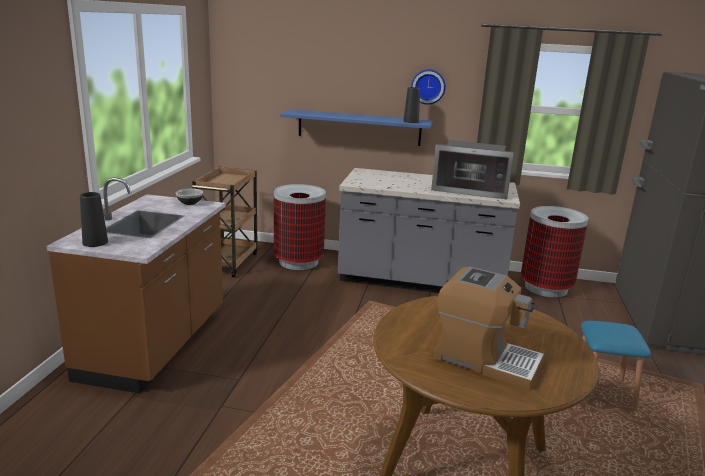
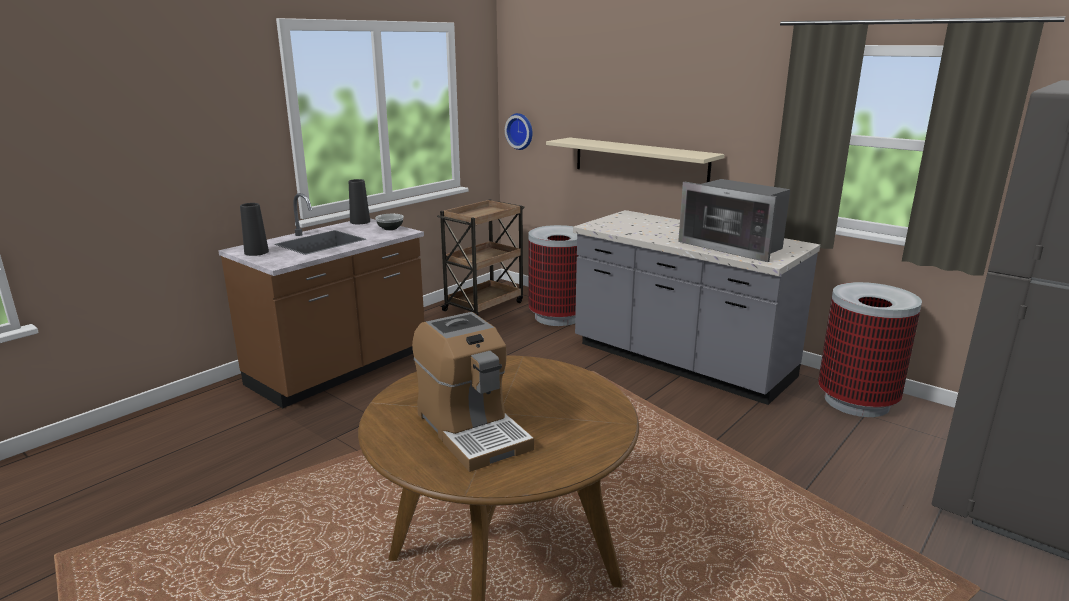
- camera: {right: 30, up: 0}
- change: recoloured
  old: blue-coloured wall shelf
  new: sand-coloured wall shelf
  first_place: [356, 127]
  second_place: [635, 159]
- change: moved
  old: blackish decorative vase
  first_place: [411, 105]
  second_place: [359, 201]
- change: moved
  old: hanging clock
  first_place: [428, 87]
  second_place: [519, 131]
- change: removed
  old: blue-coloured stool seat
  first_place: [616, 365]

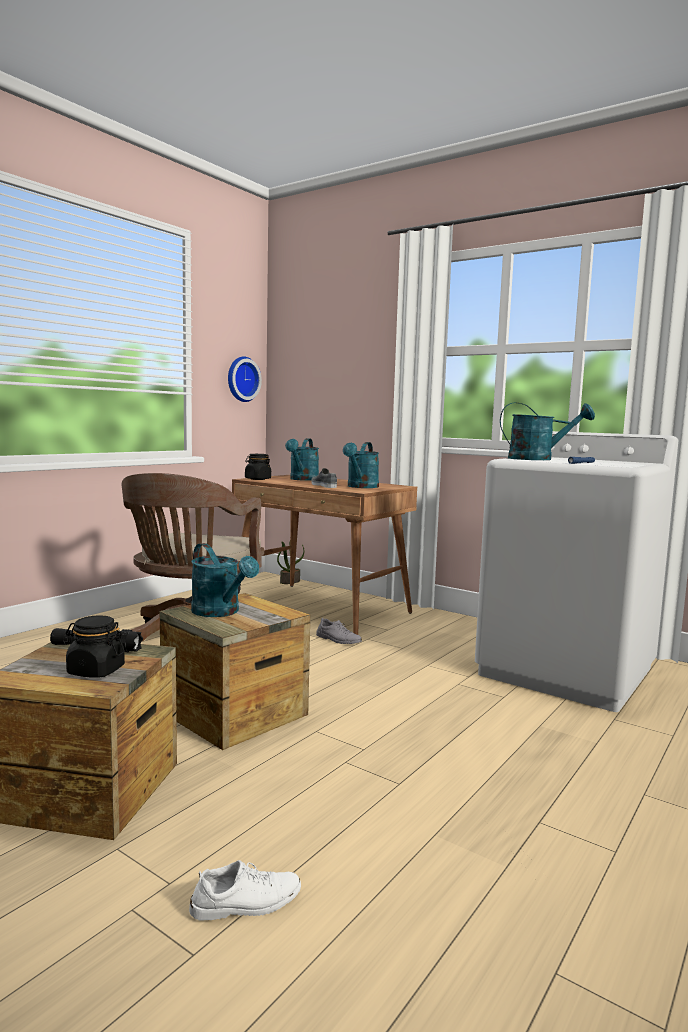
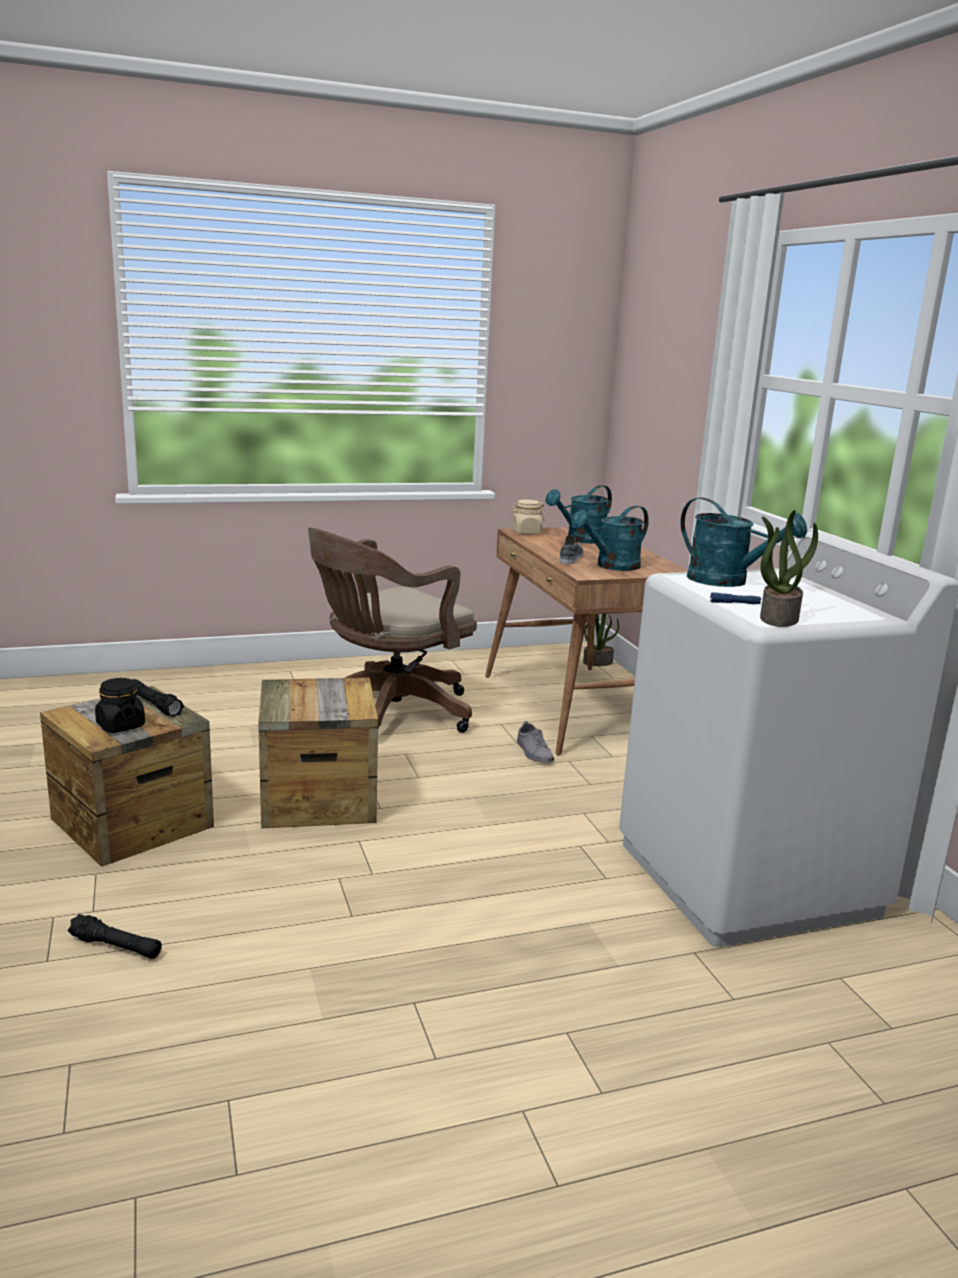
- camera: {right: 35, up: 10}
- change: replaced
  old: whitish shoe
  new: blackish hand torch
  first_place: [245, 890]
  second_place: [115, 936]
- change: removed
  old: turquoise-coloured sprinkling can
  first_place: [225, 580]
- change: removed
  old: hanging clock
  first_place: [245, 379]
- change: recoloured
  old: blackish jar
  new: sand-coloured jar
  first_place: [258, 467]
  second_place: [527, 517]
- change: added
  new: houseplant
  second_place: [789, 568]

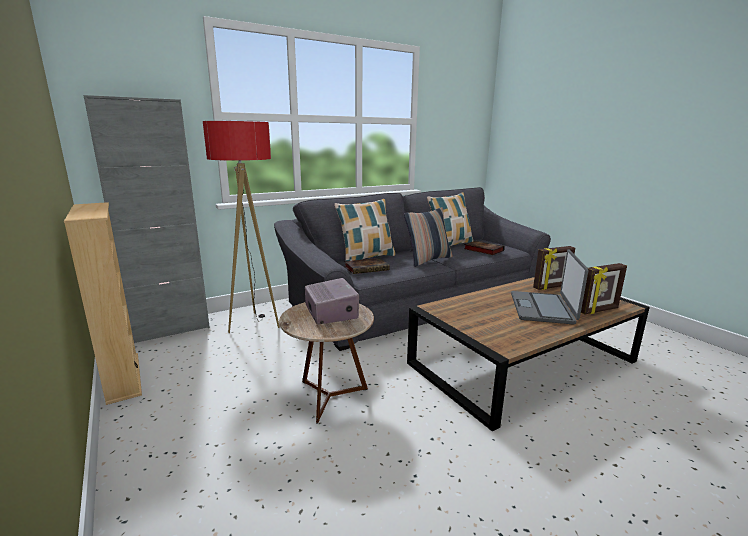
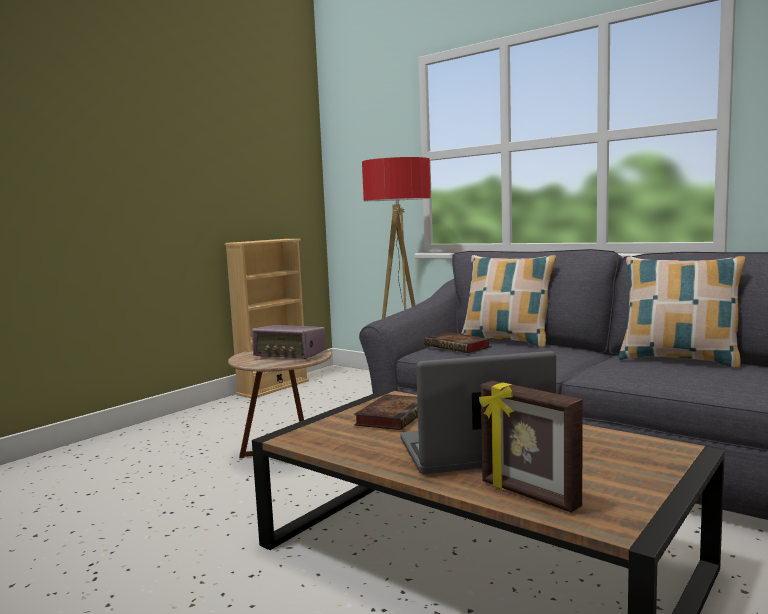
- camera: {right: 70, up: -10}
- change: removed
  old: gray storage cabinet
  first_place: [146, 219]
- change: turned
  old: radio receiver
  first_place: [332, 301]
  second_place: [289, 342]
  degrees: 60
- change: removed
  old: cushion
  first_place: [428, 237]
- change: moved
  old: volume
  first_place: [484, 248]
  second_place: [386, 412]
- change: removed
  old: picture frame
  first_place: [554, 268]

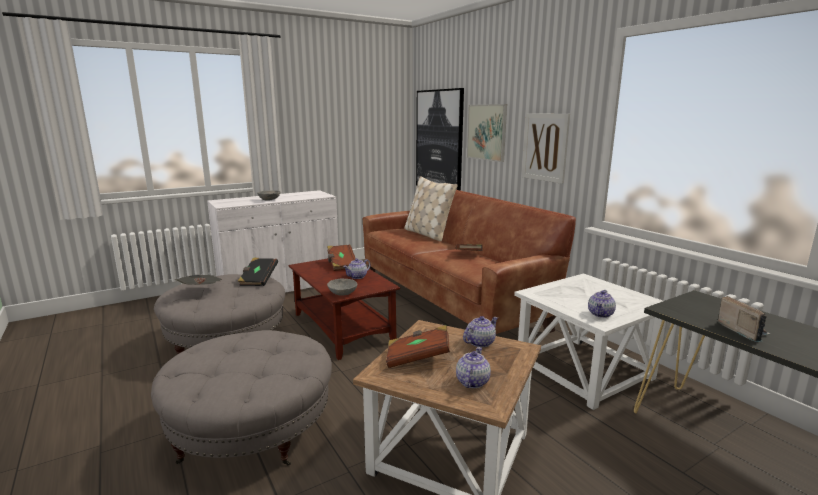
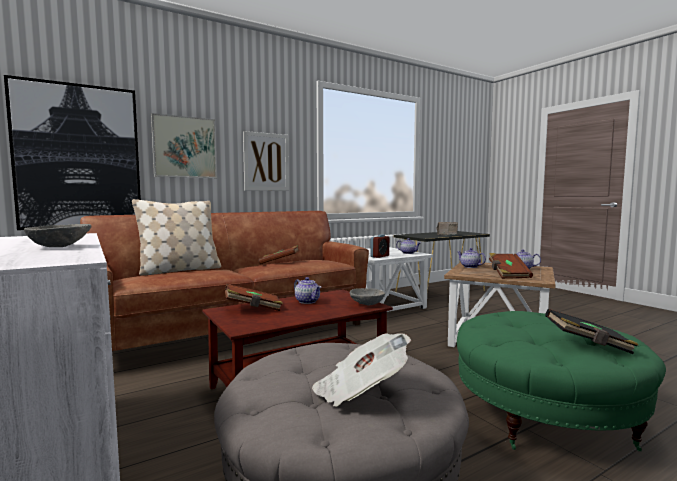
- camera: {right: -90, up: -10}
- change: recoloured
  old: gray pouffe
  new: green-coloured pouffe
  first_place: [241, 398]
  second_place: [561, 381]
- change: moved
  old: blackish volume
  first_place: [258, 271]
  second_place: [591, 331]
- change: added
  new: alarm clock
  second_place: [379, 246]

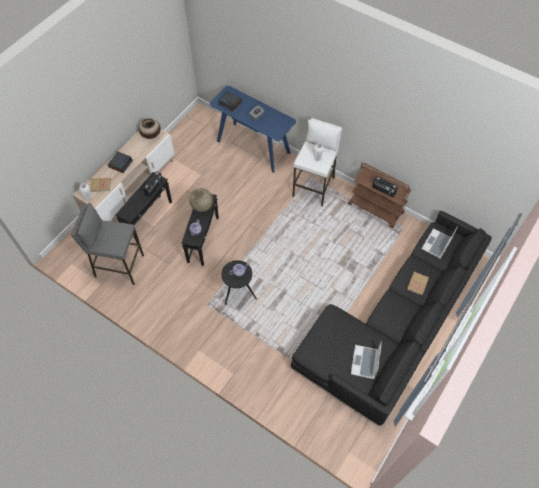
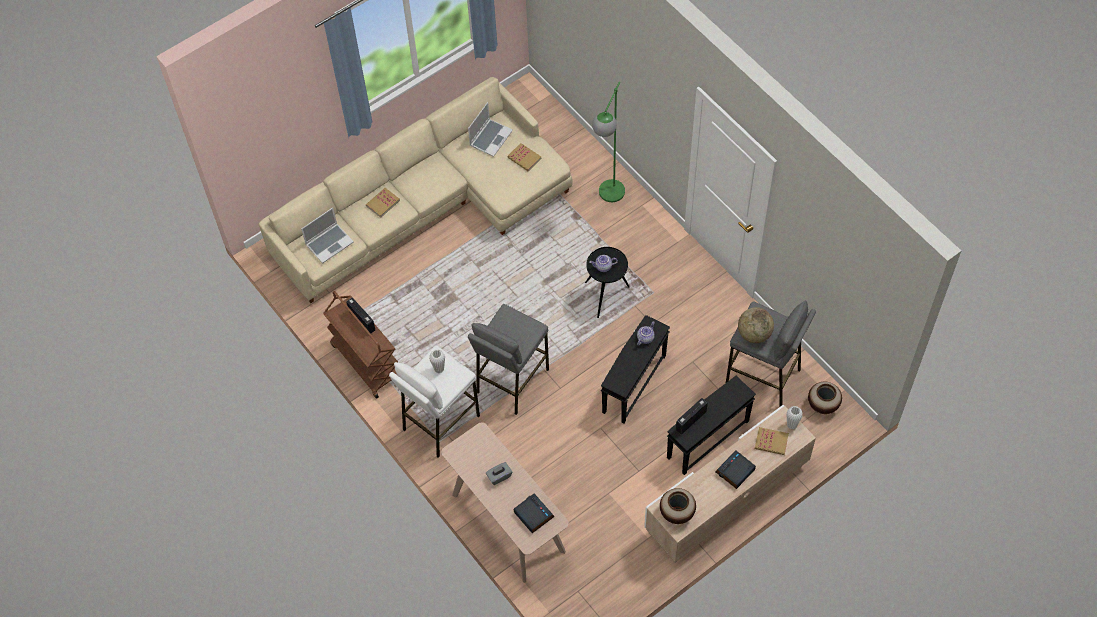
- camera: {right: -160, up: 0}
- change: moved
  old: desk globe
  first_place: [201, 200]
  second_place: [756, 325]
- change: recoloured
  old: blue-coloured hall table
  new: sand-coloured hall table
  first_place: [253, 129]
  second_place: [505, 502]
- change: recoloured
  old: blackish couch
  new: sand-coloured couch
  first_place: [391, 318]
  second_place: [416, 190]
- change: added
  new: gray stool seat
  second_place: [508, 359]
- change: added
  new: volume
  second_place: [524, 157]
- change: added
  new: green-coloured standard lamp
  second_place: [608, 142]
- change: added
  new: decorative vase
  second_place: [825, 398]

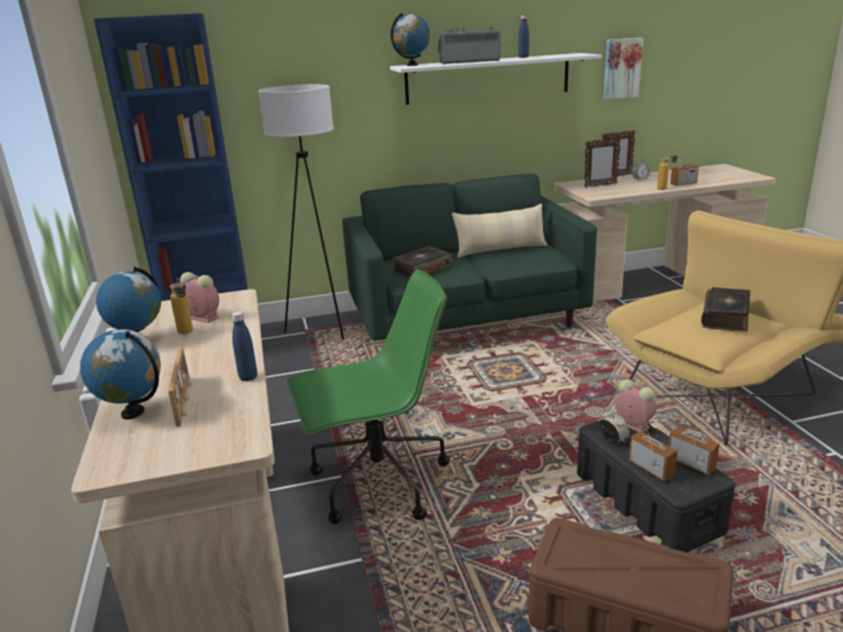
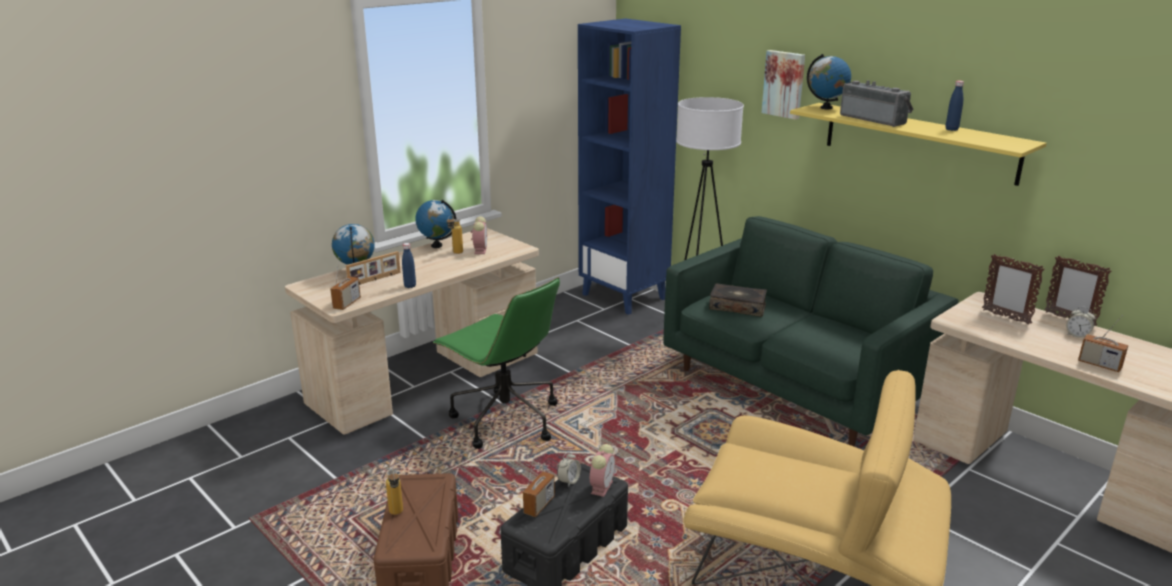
- camera: {right: 60, up: 0}
- change: recoloured
  old: whitish wall shelf
  new: yellow-coloured wall shelf
  first_place: [496, 79]
  second_place: [918, 144]
- change: removed
  old: sand-coloured cushion
  first_place: [499, 231]
- change: moved
  old: wall picture
  first_place: [623, 68]
  second_place: [783, 85]
- change: moved
  old: beverage bottle
  first_place: [668, 170]
  second_place: [394, 492]
- change: moved
  old: radio receiver
  first_place: [694, 442]
  second_place: [345, 285]
- change: removed
  old: volume
  first_place: [726, 309]

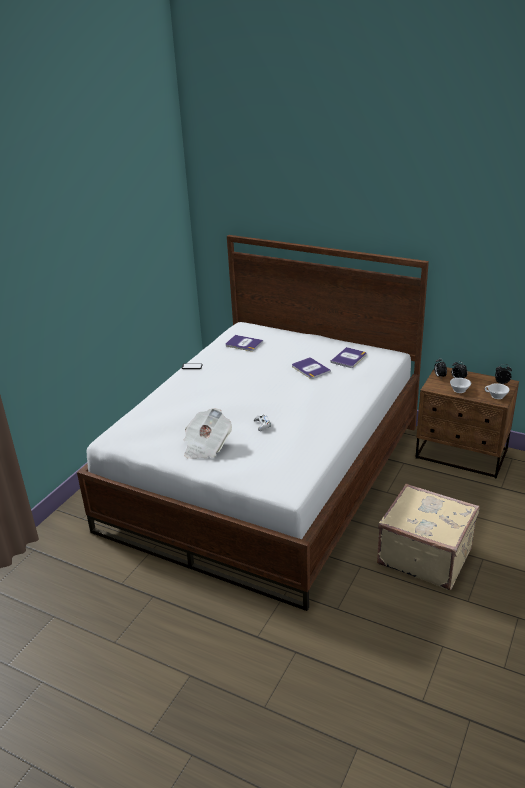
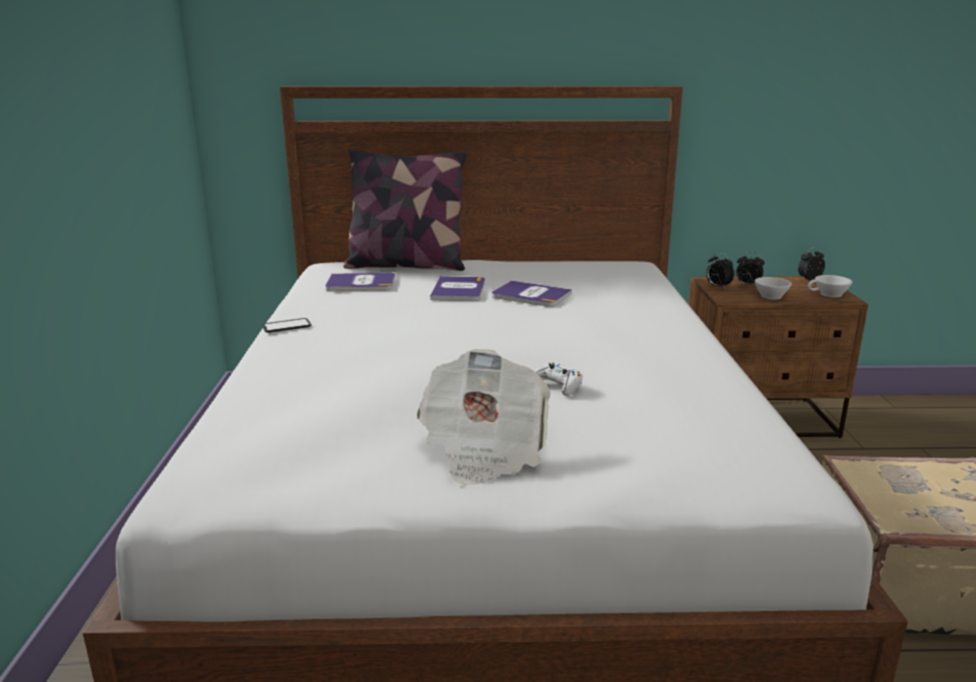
- camera: {right: -30, up: -10}
- change: moved
  old: volume
  first_place: [348, 357]
  second_place: [457, 288]
- change: added
  new: cushion
  second_place: [405, 209]

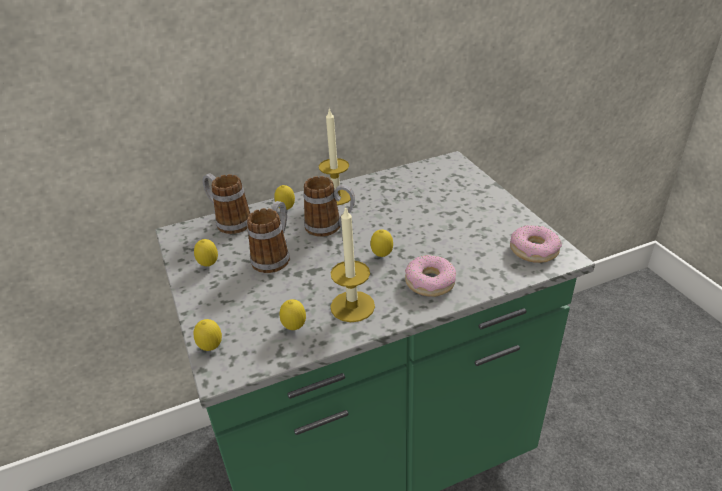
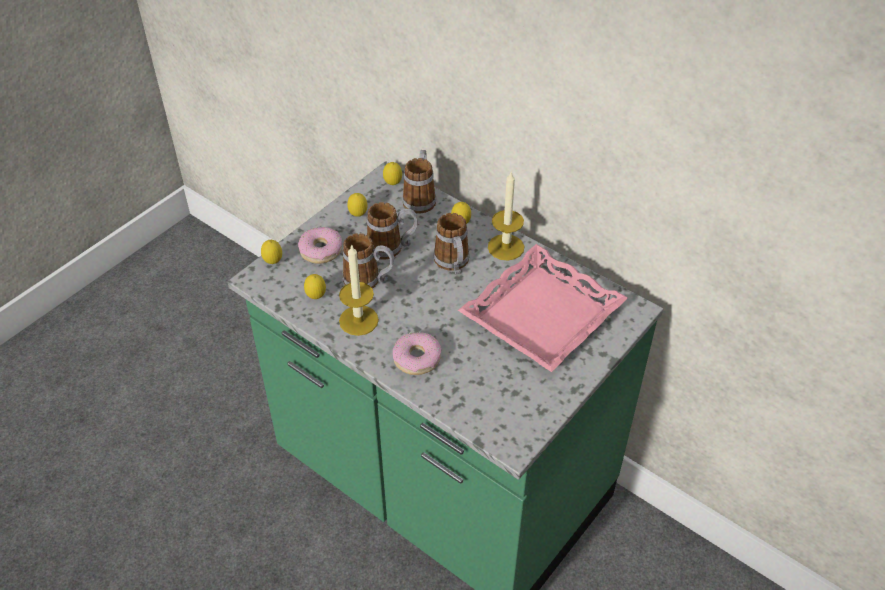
- camera: {right: 60, up: 10}
- change: moved
  old: lemon
  first_place: [381, 243]
  second_place: [392, 173]
- change: moved
  old: ring doughnut
  first_place: [536, 244]
  second_place: [320, 245]
- change: added
  new: coffee mug
  second_place: [368, 261]
- change: added
  new: pink-coloured serving tray
  second_place: [543, 308]

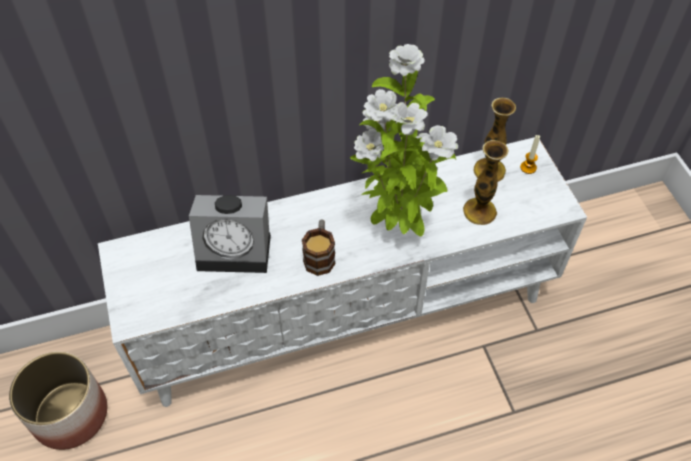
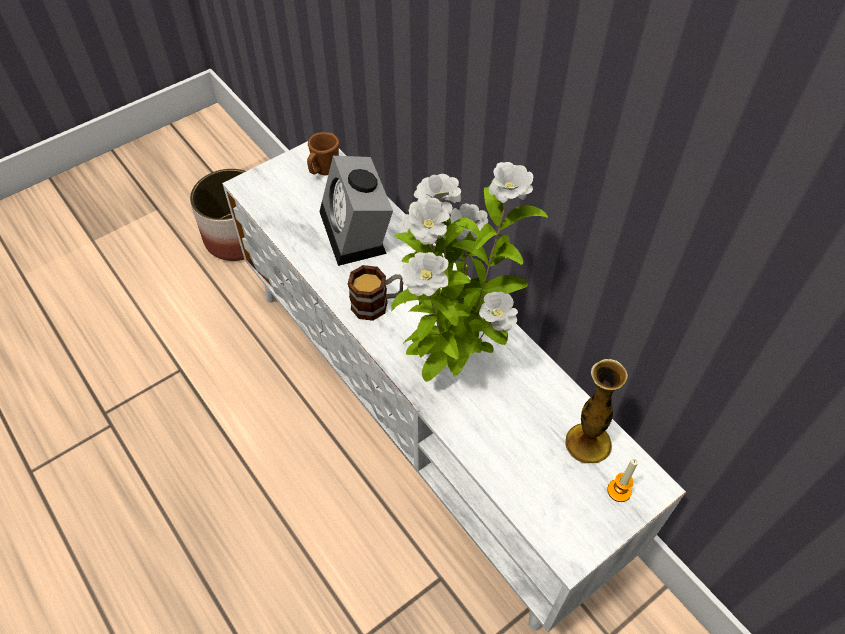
- camera: {right: 70, up: 0}
- change: removed
  old: decorative vase
  first_place: [485, 182]
- change: added
  new: brownish coffee mug
  second_place: [323, 153]

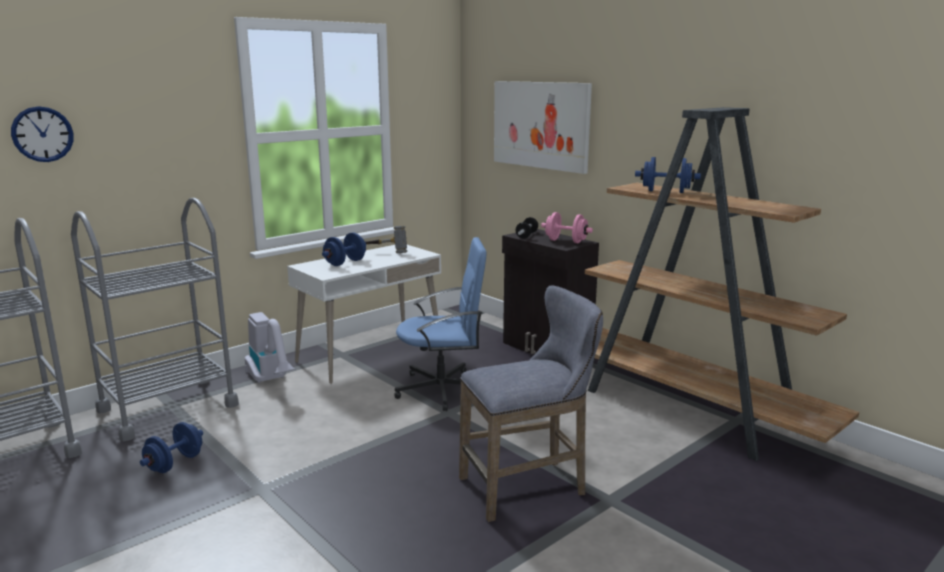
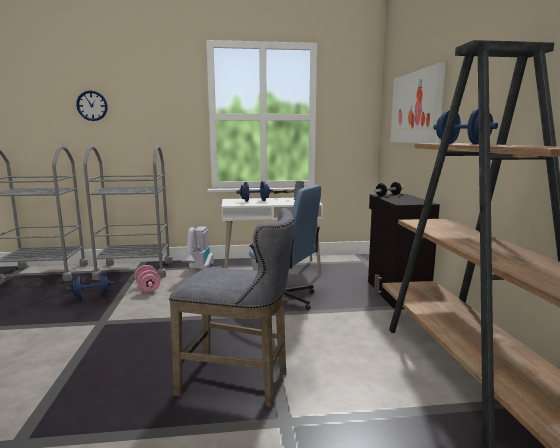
- camera: {right: 35, up: -5}
- change: moved
  old: pink-coloured free weight
  first_place: [567, 227]
  second_place: [147, 278]

